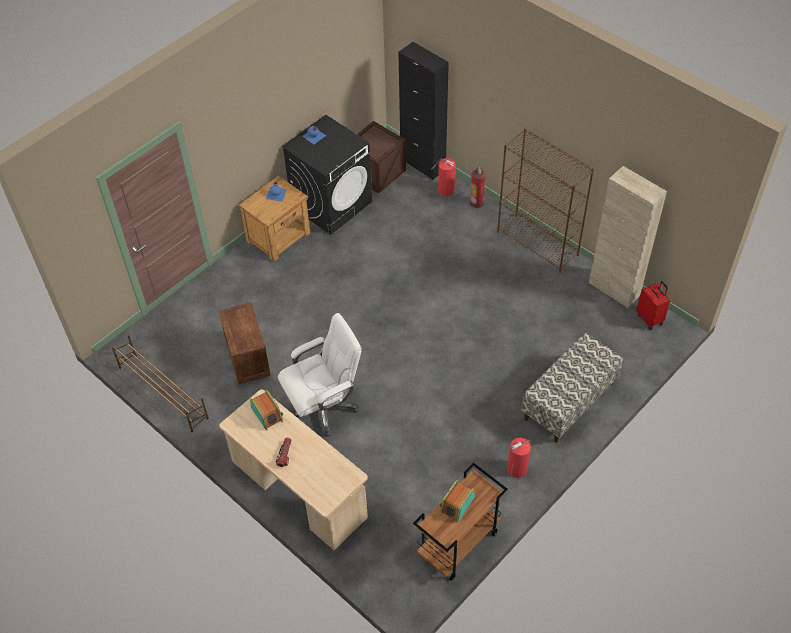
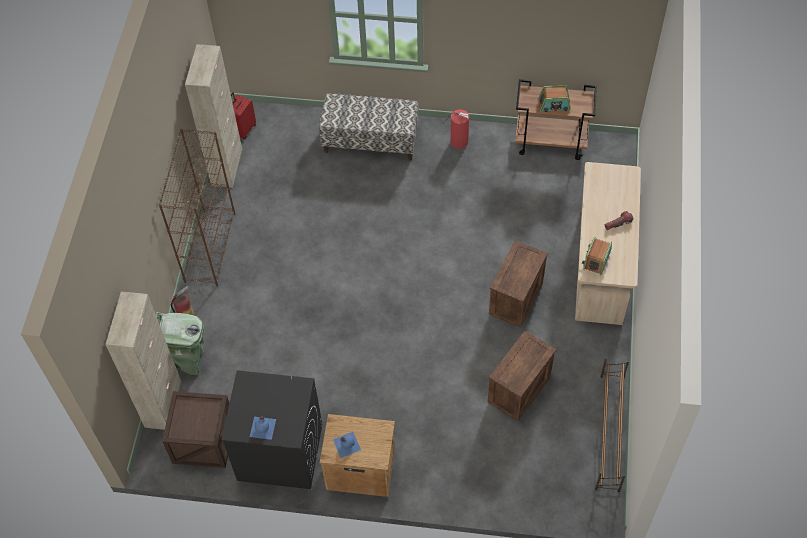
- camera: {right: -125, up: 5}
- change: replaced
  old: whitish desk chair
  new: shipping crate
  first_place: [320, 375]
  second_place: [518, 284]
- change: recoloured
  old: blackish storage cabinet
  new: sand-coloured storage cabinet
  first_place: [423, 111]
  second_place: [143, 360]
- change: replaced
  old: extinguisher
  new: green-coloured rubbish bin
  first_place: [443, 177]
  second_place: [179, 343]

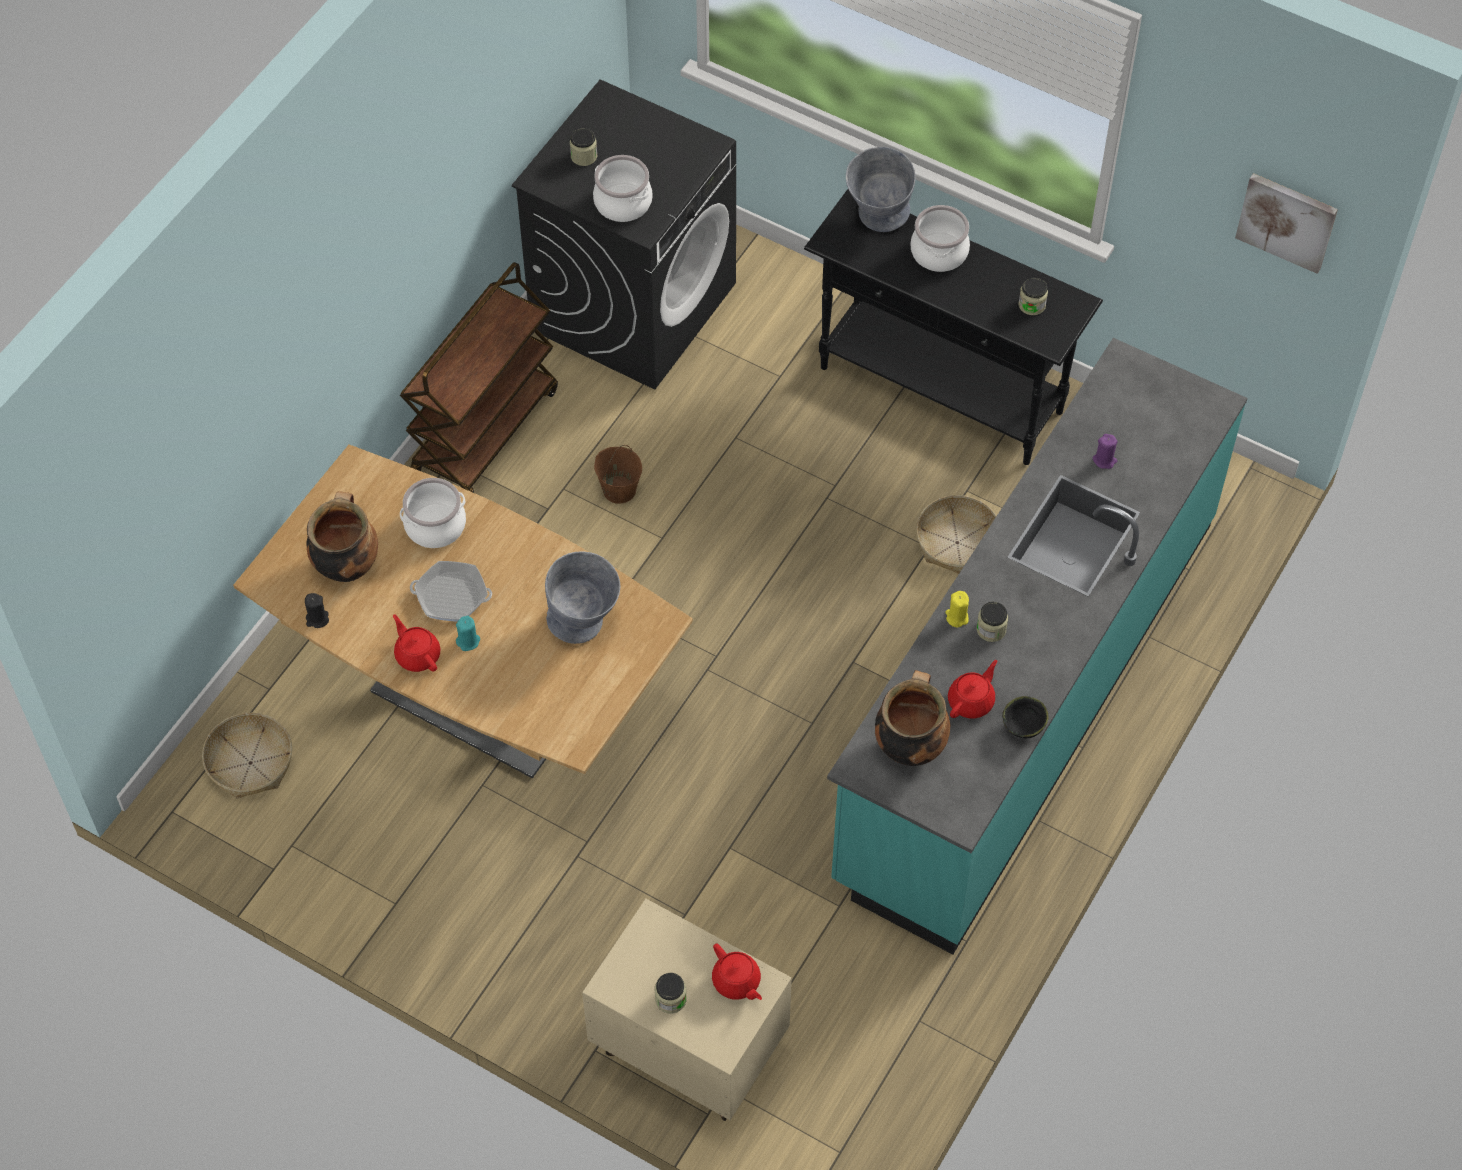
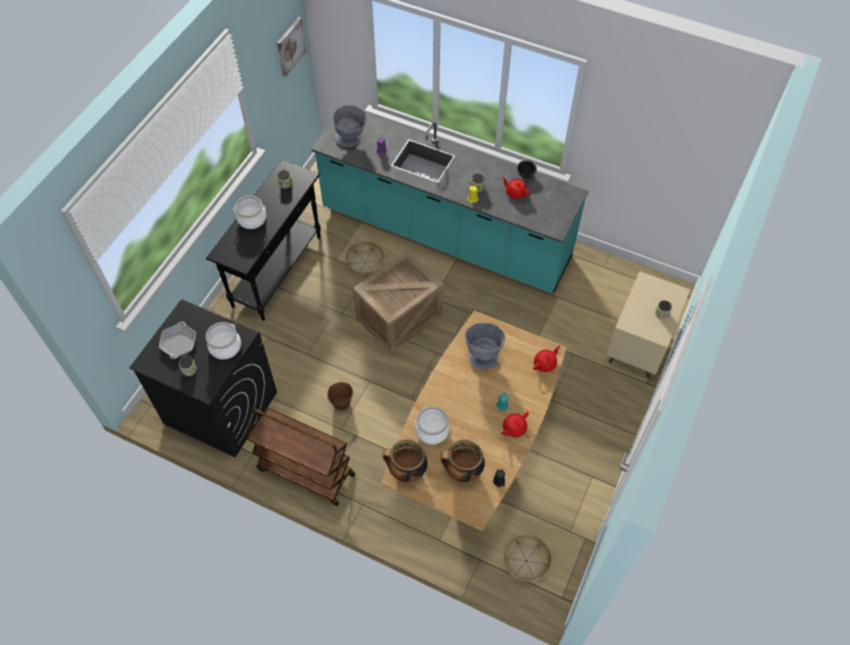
- camera: {right: -95, up: 0}
- change: moved
  old: skillet
  first_place: [451, 591]
  second_place: [177, 340]
- change: moved
  old: reddish tea pot
  first_place: [737, 971]
  second_place: [546, 358]
- change: moved
  old: gray deep dish
  first_place: [881, 189]
  second_place: [350, 126]
- change: moved
  old: saucepot
  first_place: [912, 718]
  second_place: [405, 461]
- change: added
  new: shipping crate
  second_place: [398, 301]

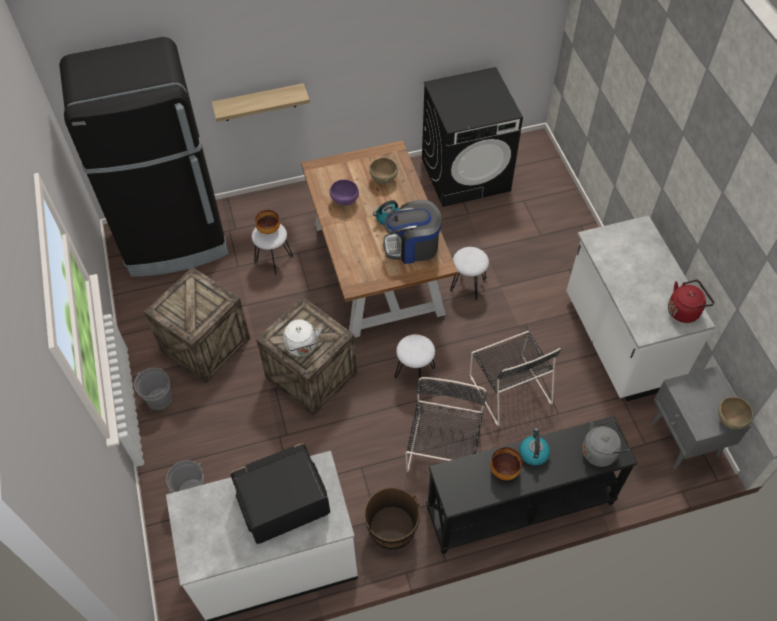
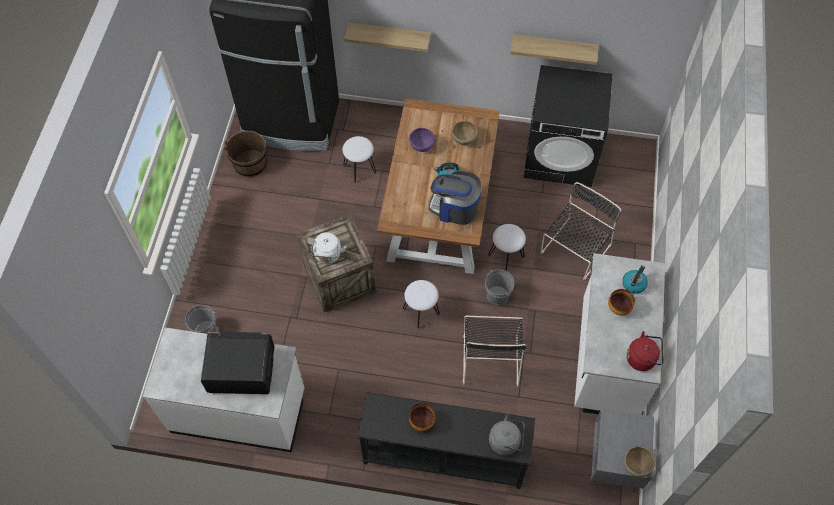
- camera: {right: 25, up: 5}
- change: moved
  old: gray pail
  first_place: [153, 389]
  second_place: [499, 287]
- change: removed
  old: shipping crate
  first_place: [197, 325]
- change: moved
  old: deep dish
  first_place: [267, 222]
  second_place: [621, 302]
- change: moved
  old: brownish pail
  first_place: [392, 518]
  second_place: [245, 154]
- change: moved
  old: blackish upright chair
  first_place: [446, 425]
  second_place: [581, 231]
- change: moved
  old: tea kettle
  first_place: [534, 447]
  second_place: [635, 279]
- change: added
  new: wall shelf
  second_place: [554, 49]

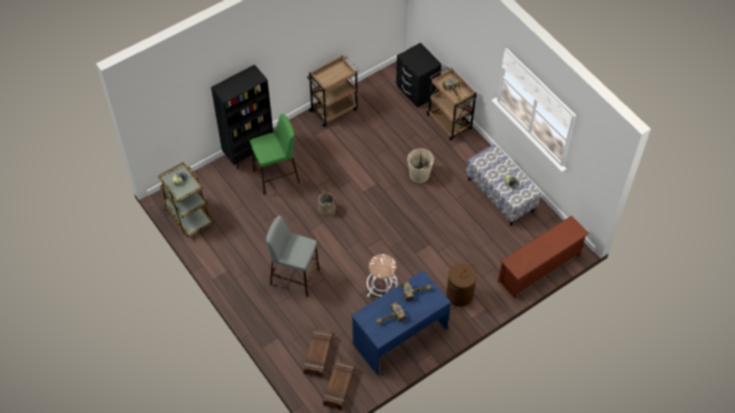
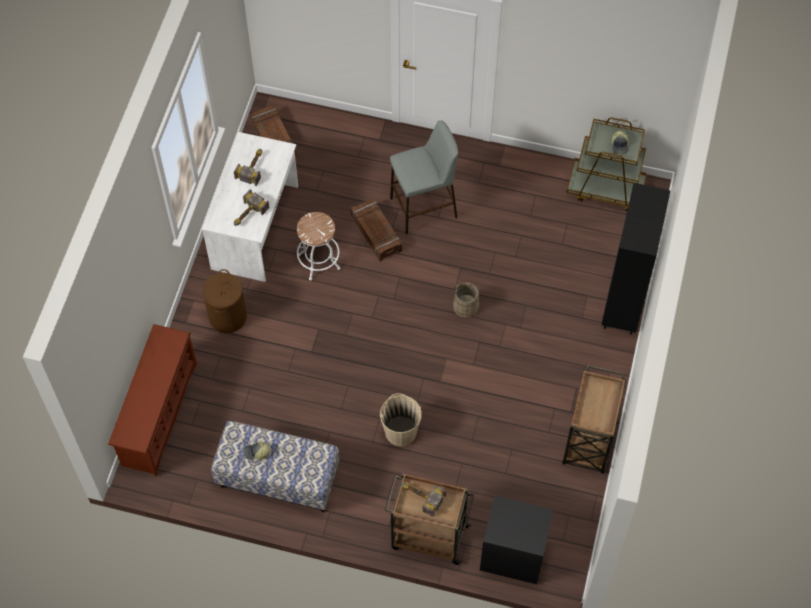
- camera: {right: 140, up: 5}
- change: removed
  old: green-coloured stool seat
  first_place: [275, 154]
- change: moved
  old: shipping crate
  first_place: [318, 353]
  second_place: [376, 229]
- change: recoloured
  old: blue-coloured desk table
  new: whitish desk table
  first_place: [401, 322]
  second_place: [250, 207]

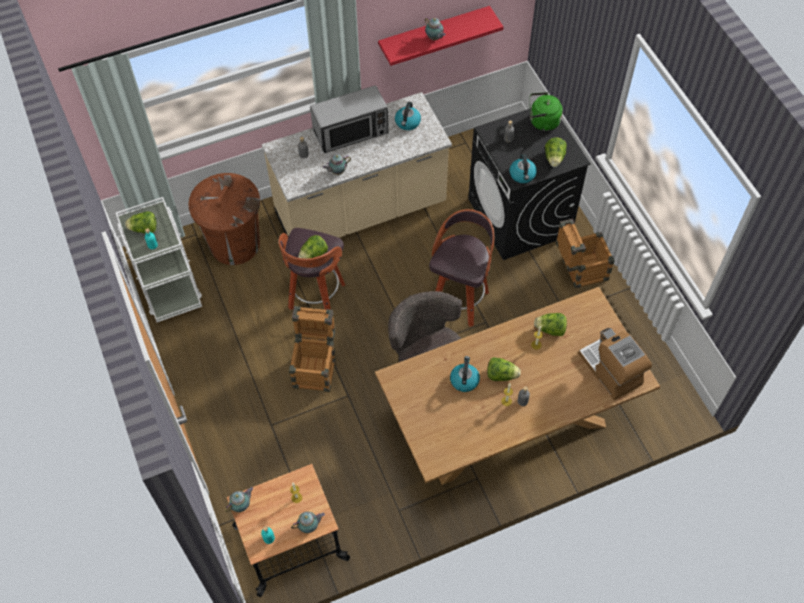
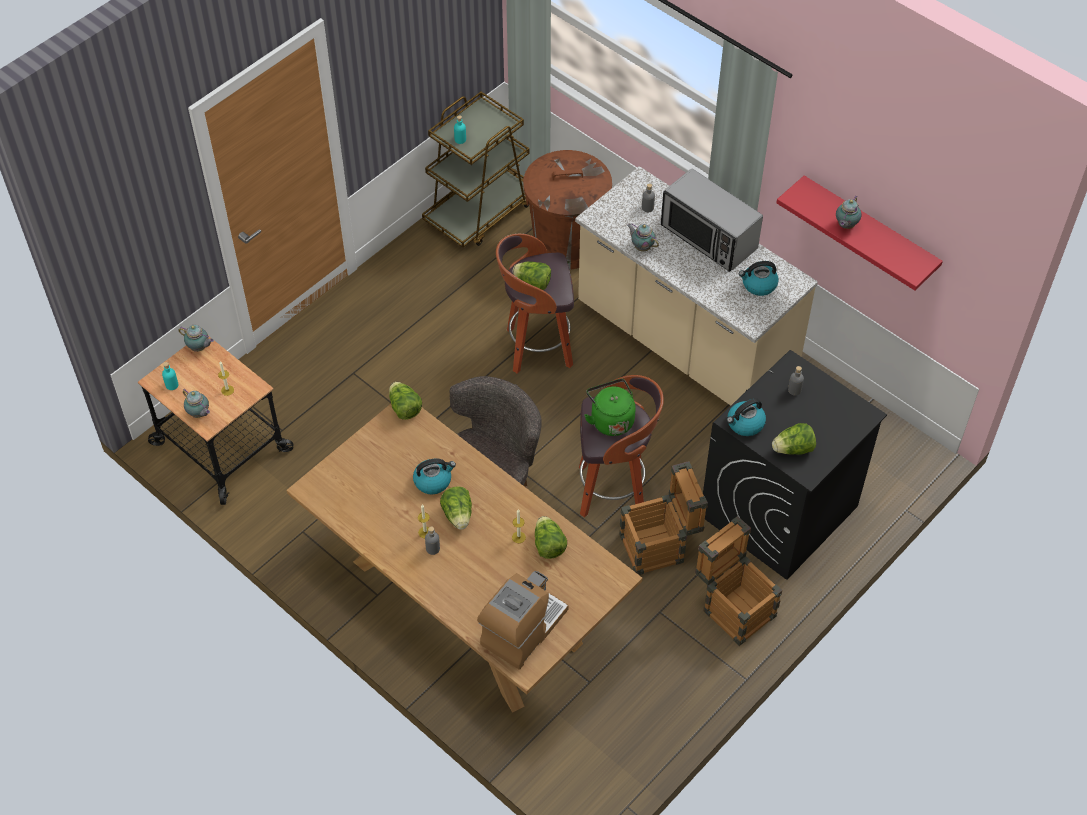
- camera: {right: 65, up: -5}
- change: recoloured
  old: whitish wheeled cart
  new: brownish wheeled cart
  first_place: [159, 259]
  second_place: [475, 170]
- change: moved
  old: head of lettuce
  first_place: [141, 222]
  second_place: [405, 401]
- change: moved
  old: shipping crate
  first_place: [312, 349]
  second_place: [663, 518]
- change: moved
  old: green-coloured tea kettle
  first_place: [546, 111]
  second_place: [610, 407]

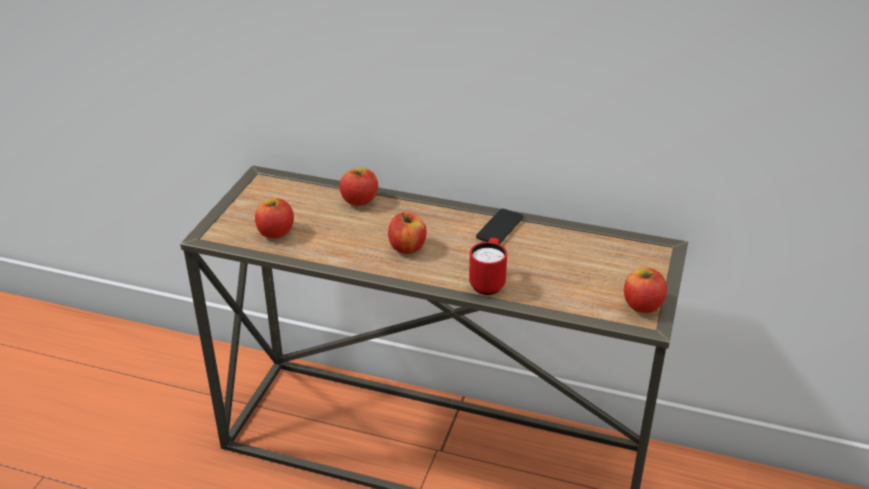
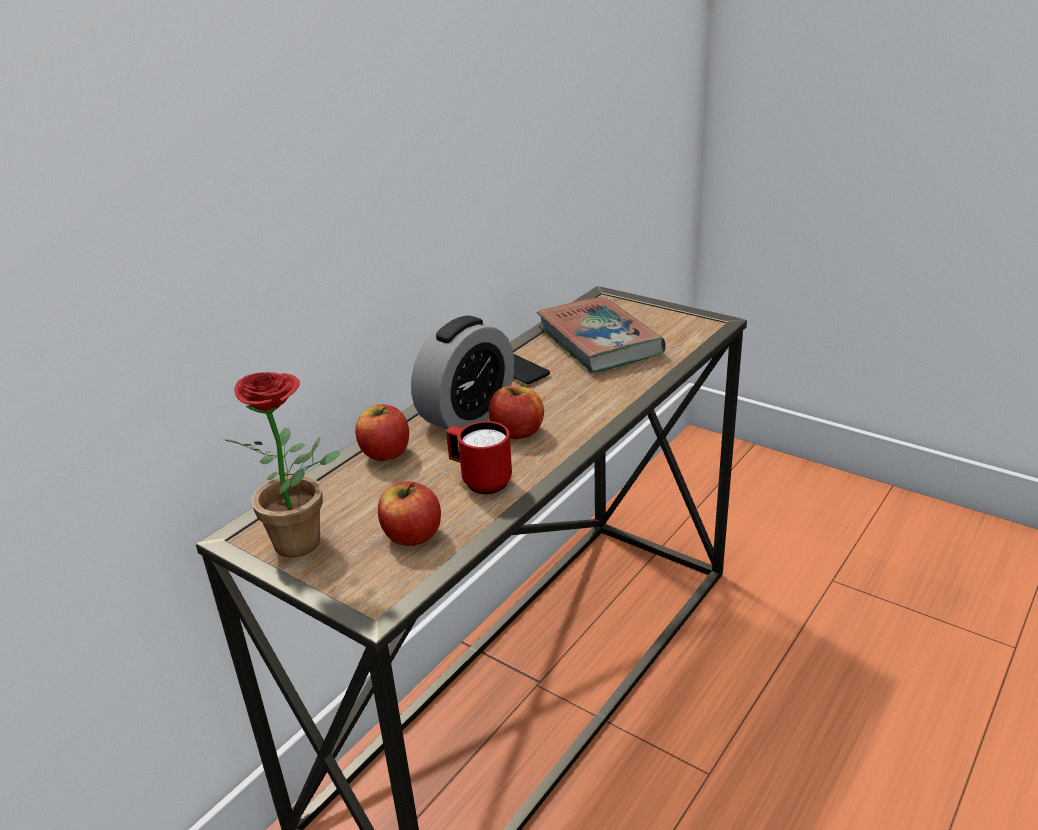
- camera: {right: -70, up: -5}
- change: moved
  old: reddish coffee mug
  first_place: [488, 266]
  second_place: [479, 457]
- change: removed
  old: apple
  first_place: [645, 290]
- change: added
  new: houseplant
  second_place: [283, 464]
- change: added
  new: alarm clock
  second_place: [462, 372]
- change: added
  new: volume
  second_place: [601, 335]

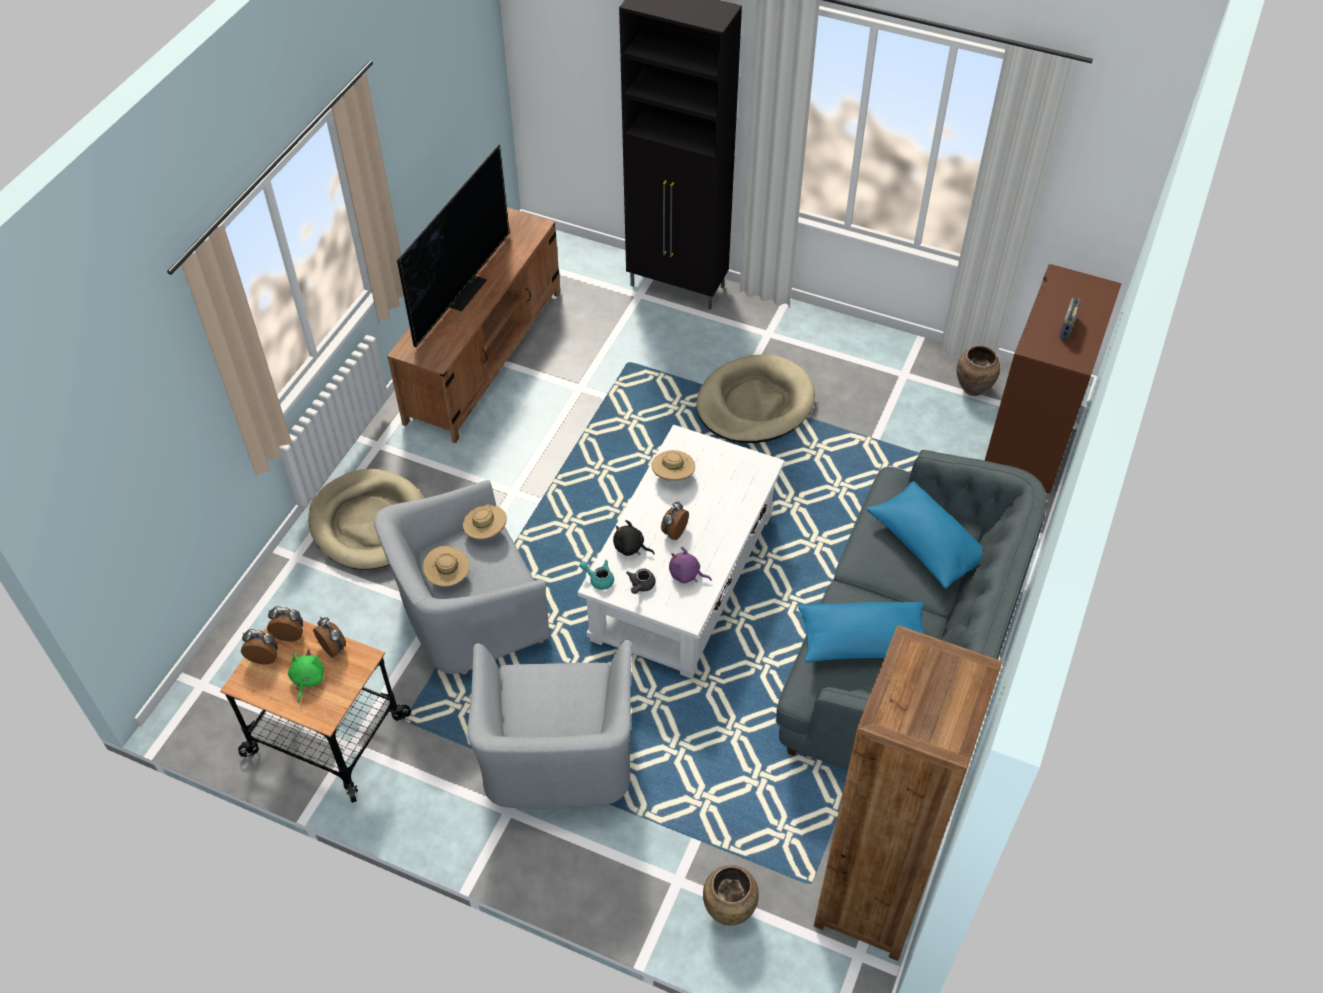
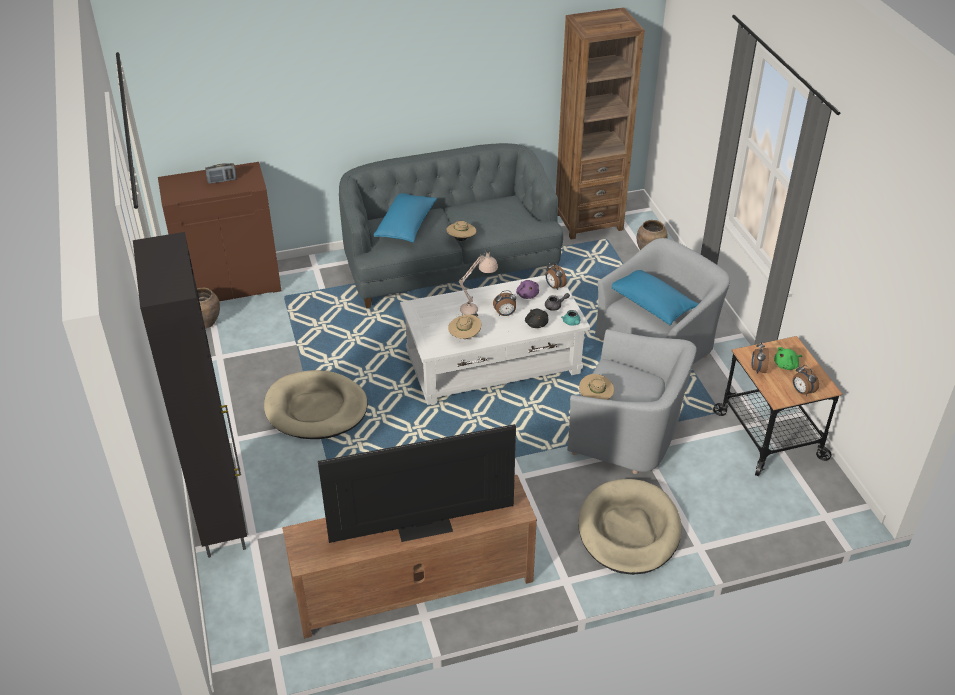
- camera: {right: -130, up: -10}
- change: moved
  old: alarm clock
  first_place: [285, 624]
  second_place: [556, 276]
- change: moved
  old: sand-coloured wearable hat
  first_place: [446, 566]
  second_place: [461, 231]
- change: moved
  old: blue-coloured cushion
  first_place: [861, 632]
  second_place: [655, 297]
- change: added
  new: sand-coloured table lamp
  second_place: [478, 283]

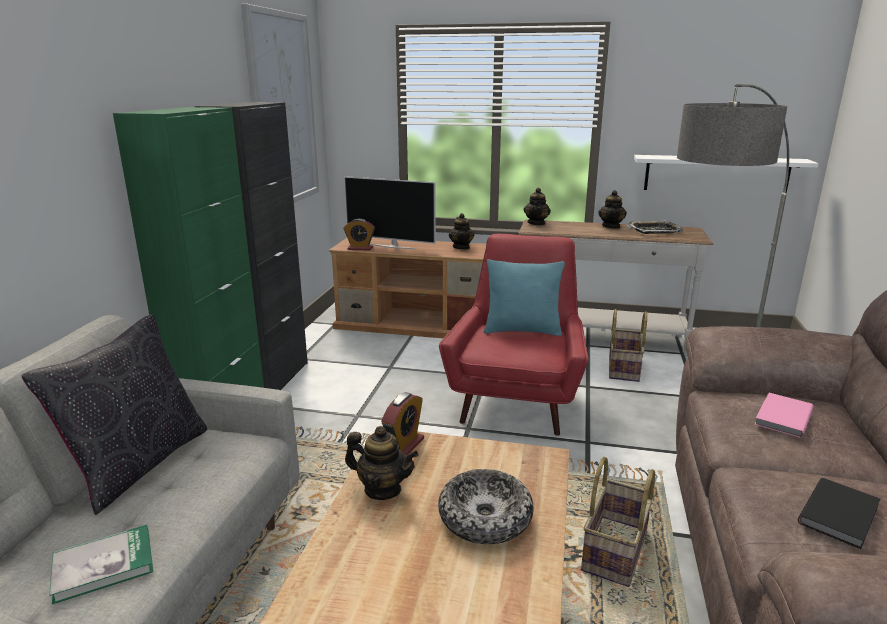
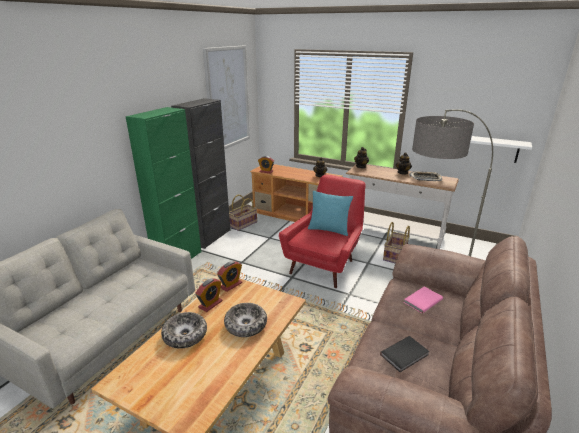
- camera: {right: 15, up: 5}
- change: removed
  old: blackish cushion
  first_place: [114, 414]
- change: removed
  old: volume
  first_place: [101, 564]
- change: removed
  old: TV set
  first_place: [390, 212]
- change: replaced
  old: tea pot
  new: alarm clock
  first_place: [382, 463]
  second_place: [209, 295]
- change: moved
  old: household basket
  first_place: [618, 522]
  second_place: [243, 213]
- change: added
  new: deep dish
  second_place: [184, 330]

